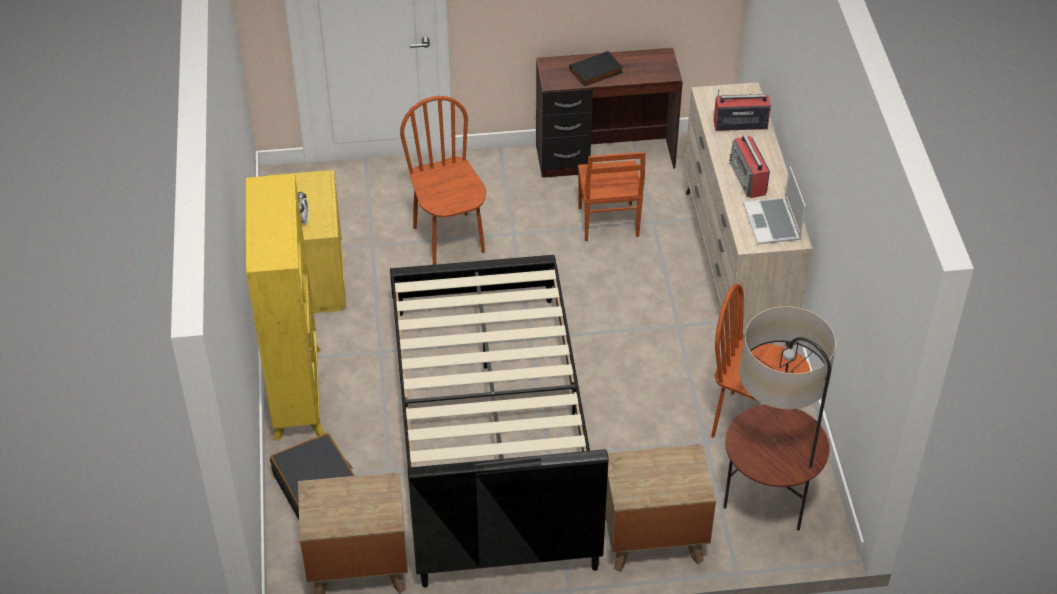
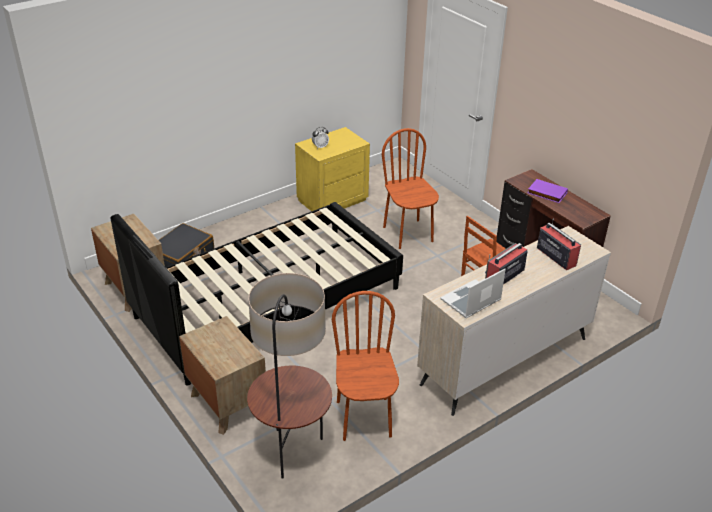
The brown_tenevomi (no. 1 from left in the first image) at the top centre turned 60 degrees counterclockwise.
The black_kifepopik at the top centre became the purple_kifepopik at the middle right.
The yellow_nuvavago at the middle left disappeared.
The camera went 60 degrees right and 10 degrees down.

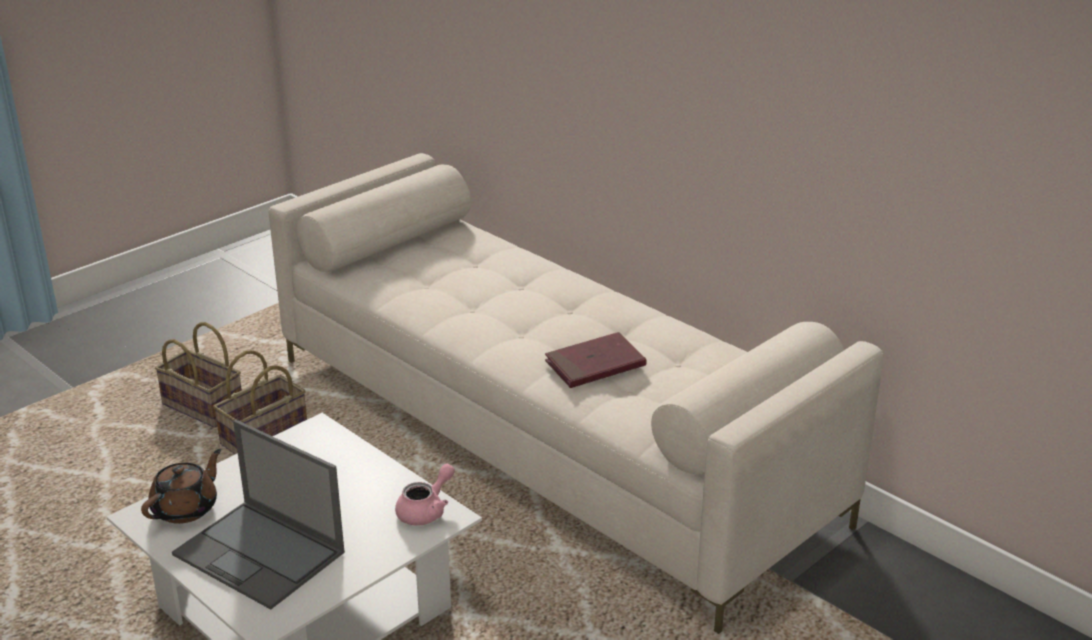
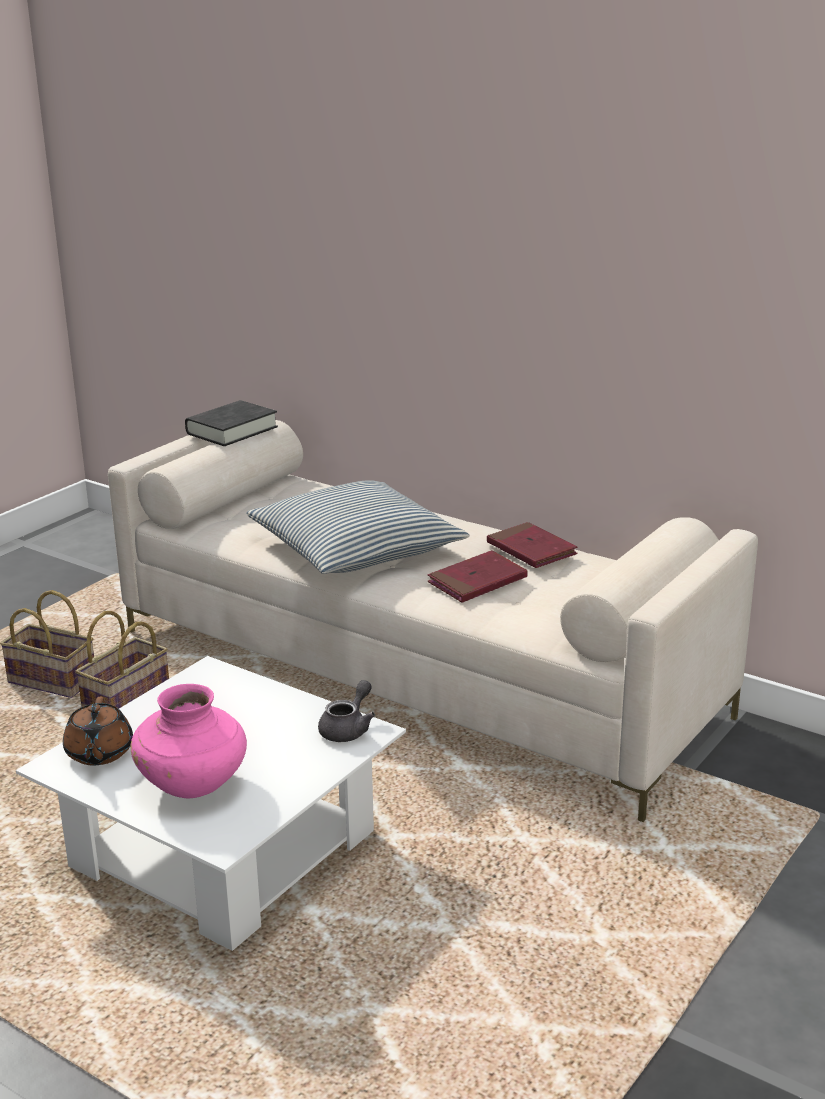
The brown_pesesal at the bottom left turned 150 degrees clockwise.
The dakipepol at the bottom left was replaced by the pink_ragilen at the bottom left.
The black_kifepopik at the middle left appeared.
The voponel at the centre appeared.
The pink_pesesal at the bottom centre became the grey_pesesal at the centre.
The red_kifepopik (no. 2 from left) at the centre appeared.
The camera went 10 degrees left and 5 degrees down.

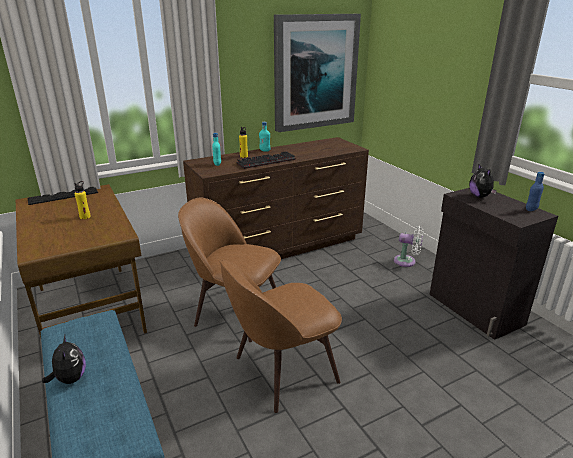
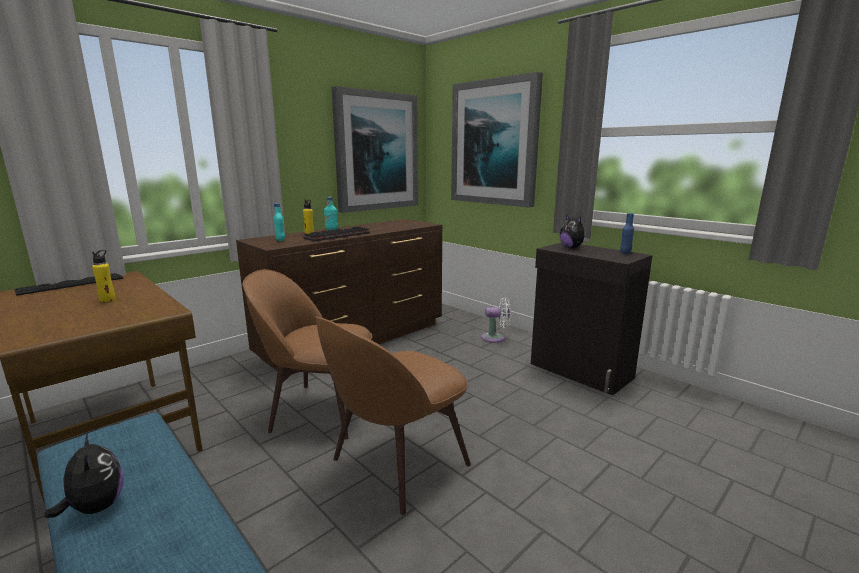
The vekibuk (no. 2 from left) at the top centre appeared.
The camera went 15 degrees left and 10 degrees down.

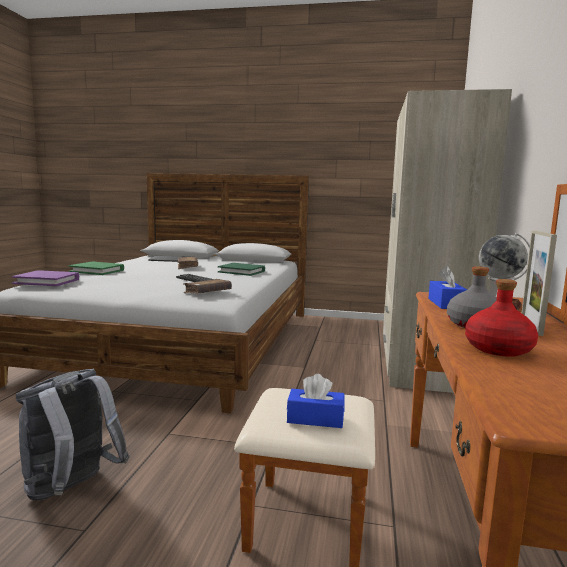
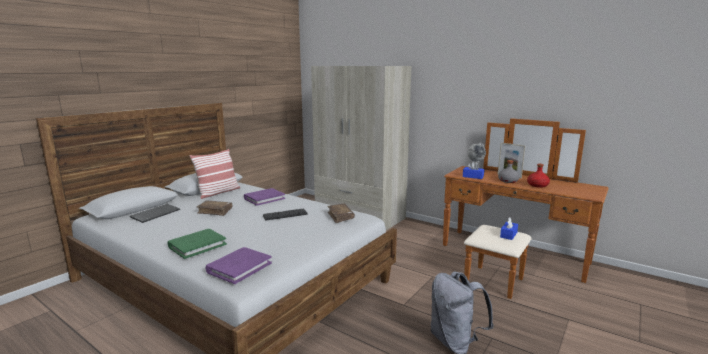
The voponel at the middle left appeared.
The green_kifepopik (no. 2 from left) at the centre became the purple_kifepopik (no. 2 from left) at the centre.
The camera went 65 degrees left and 5 degrees up.

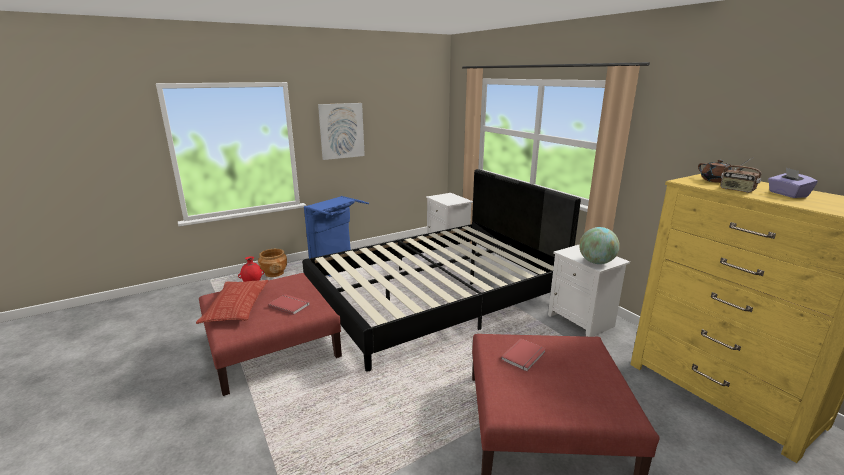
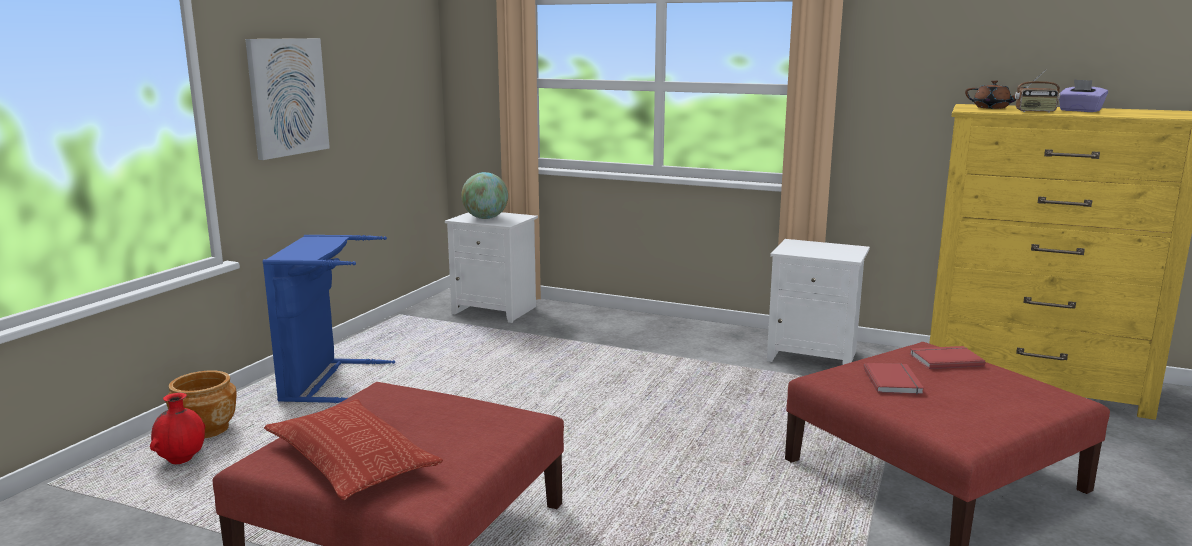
The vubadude moved from the middle right to the centre.
The red_kifepopik (no. 1 from left in the first image) moved from the centre to the middle right.
The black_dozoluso at the centre disappeared.
The camera went 35 degrees left and 5 degrees down.

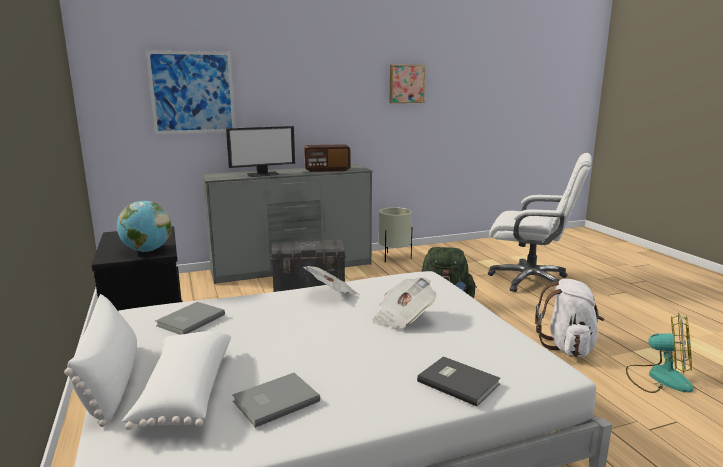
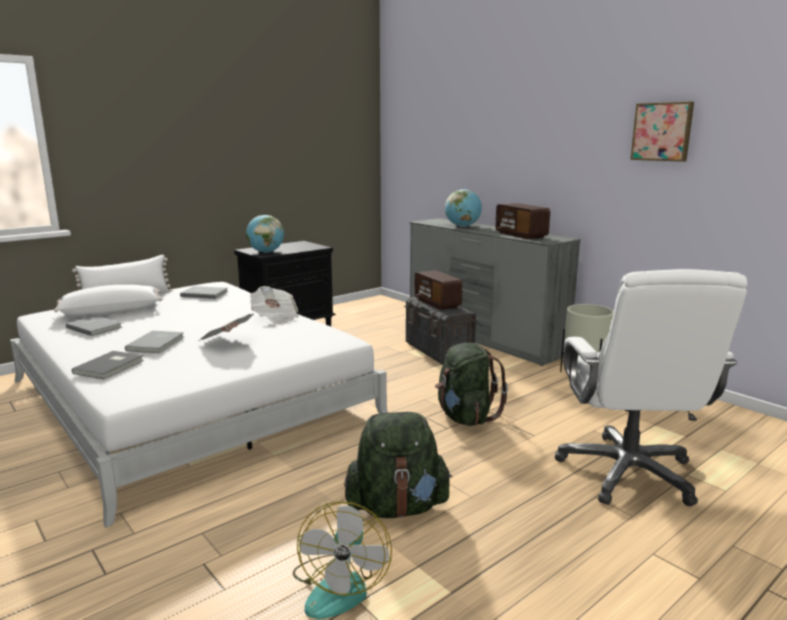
The grey_kifepopik (no. 3 from left) at the middle left appeared.
The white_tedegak at the bottom right became the green_tedegak (no. 1 from left) at the bottom centre.
The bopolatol (no. 1 from left) at the centre appeared.
The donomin at the top centre was replaced by the vubadude (no. 2 from left) at the centre.
The vekibuk (no. 1 from left) at the top left disappeared.
The camera went 70 degrees right and 0 degrees up.

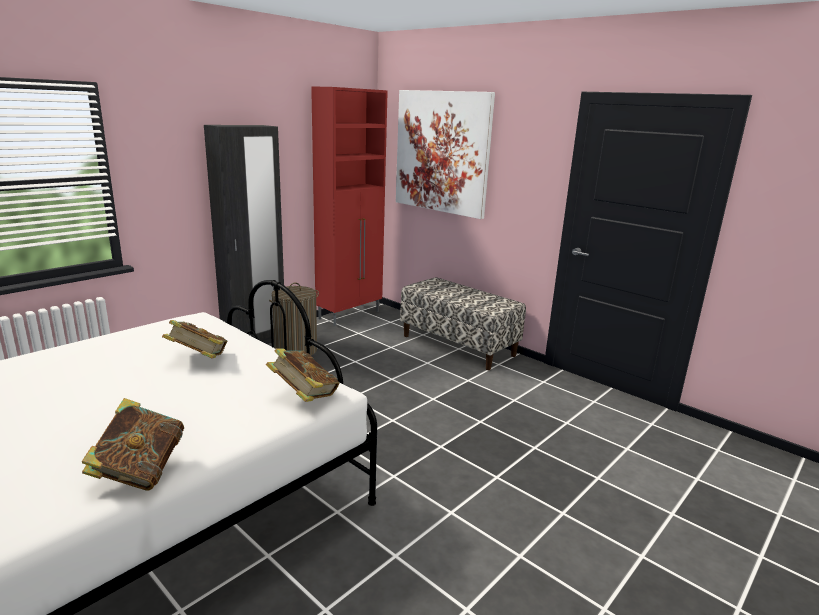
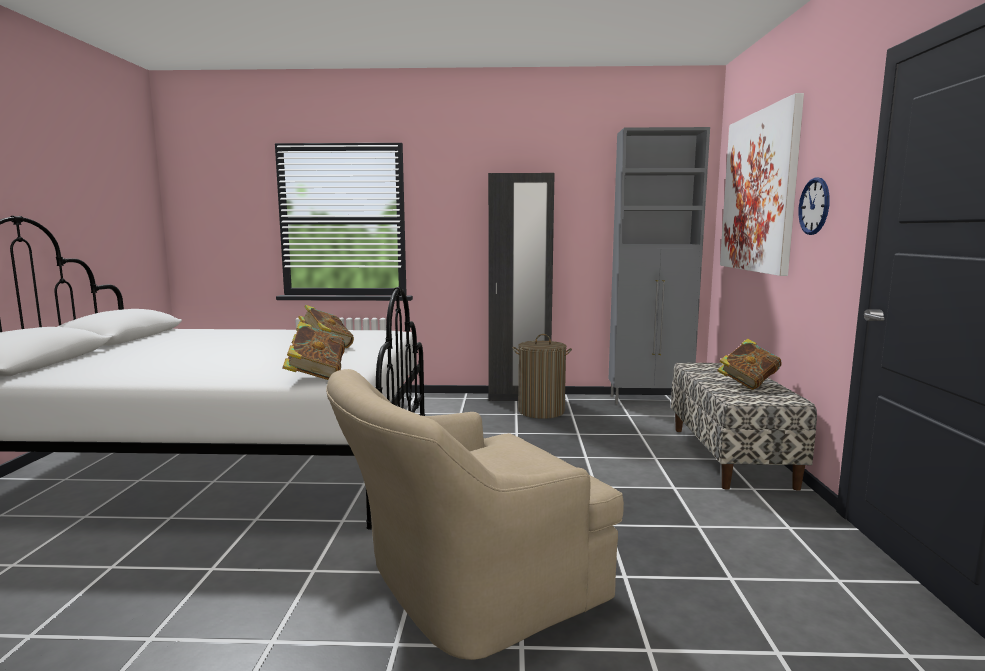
The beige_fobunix at the bottom centre appeared.
The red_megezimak at the centre became the grey_megezimak at the middle right.
The kifepopik (no. 1 from left in the first image) moved from the bottom left to the middle right.
The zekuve at the top right appeared.
The camera went 50 degrees right and 10 degrees down.

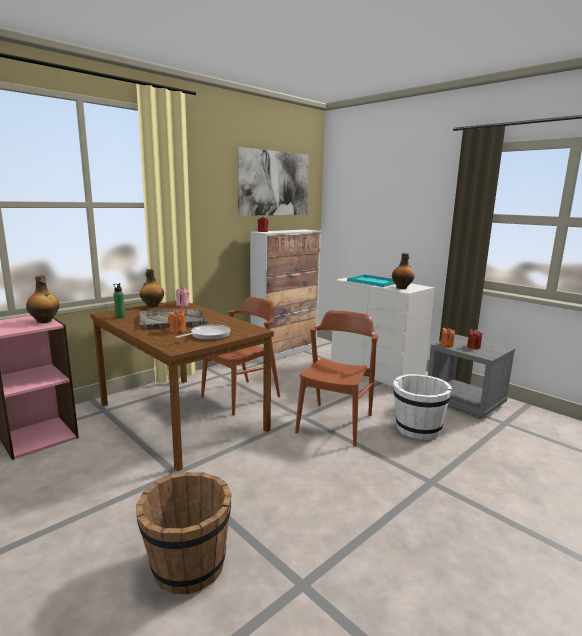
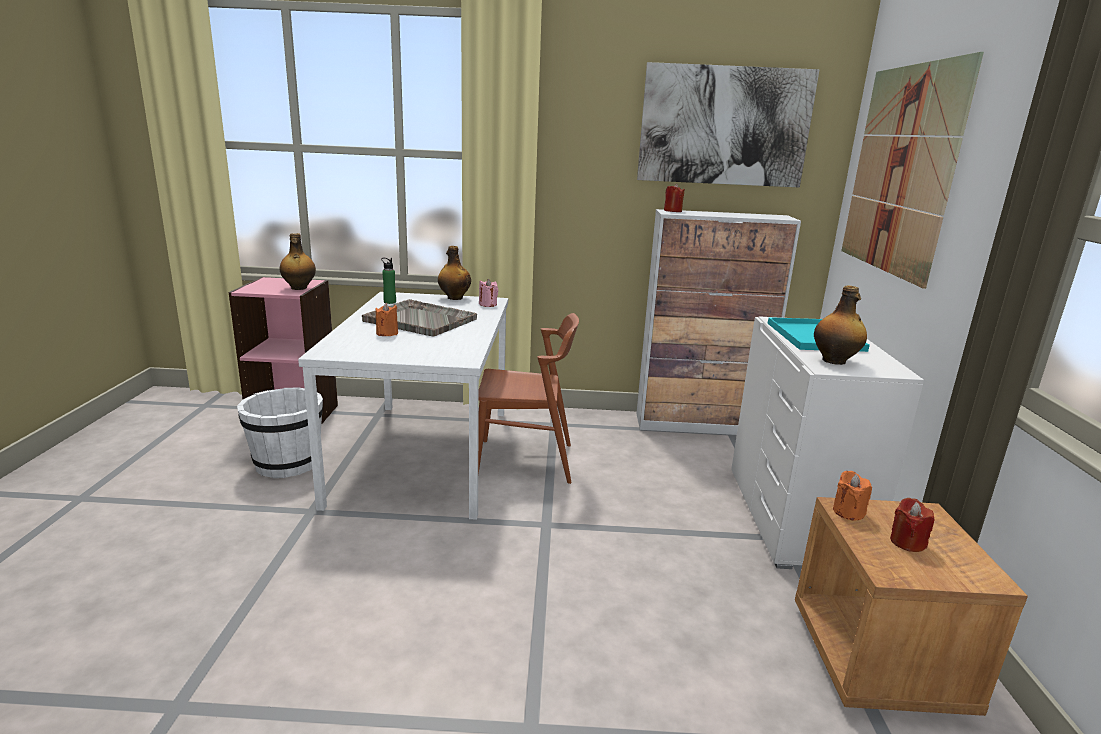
The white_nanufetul moved from the middle right to the middle left.
The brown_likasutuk at the middle left became the white_likasutuk at the centre.
The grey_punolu at the middle right became the brown_punolu at the bottom right.
The vekibuk (no. 2 from left) at the top right appeared.
The brown_nanufetul at the bottom left disappeared.
The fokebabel at the centre disappeared.
The brown_tenevomi (no. 2 from left) at the centre disappeared.
The camera went 45 degrees right and 5 degrees up.

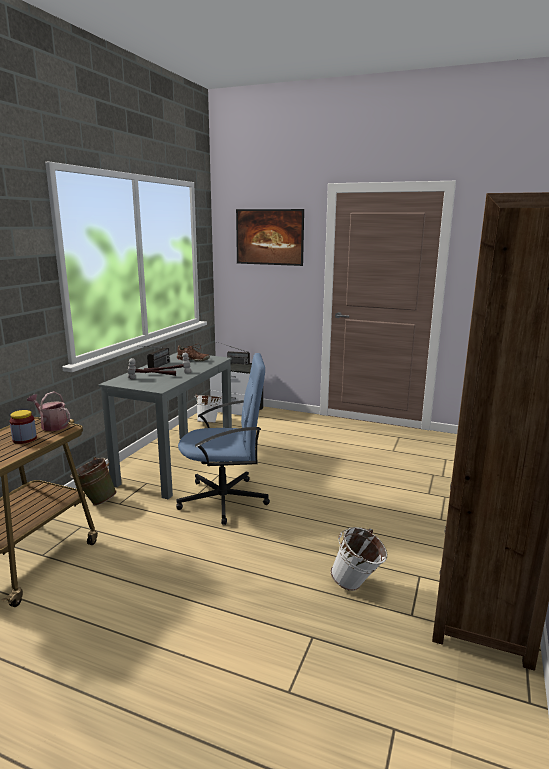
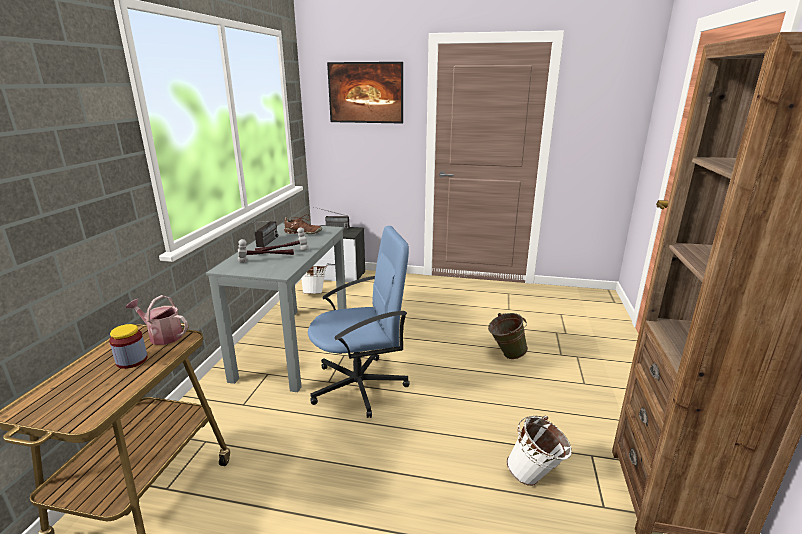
The green_nanufetul moved from the middle left to the centre.
The camera went 10 degrees left and 5 degrees up.

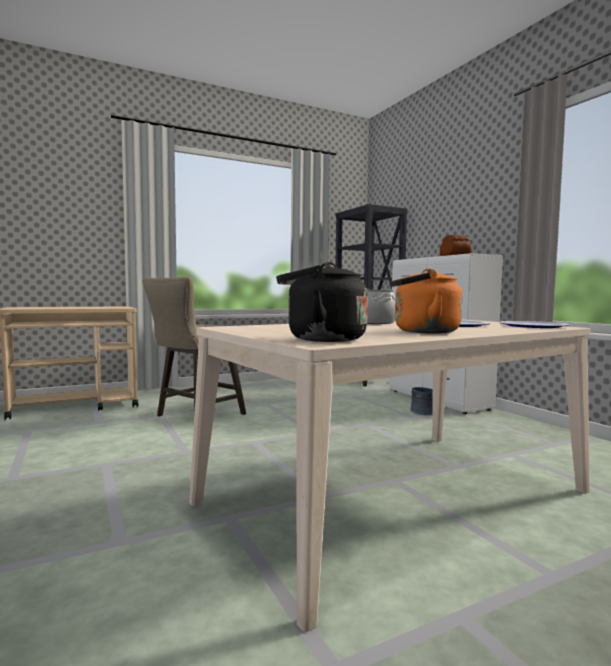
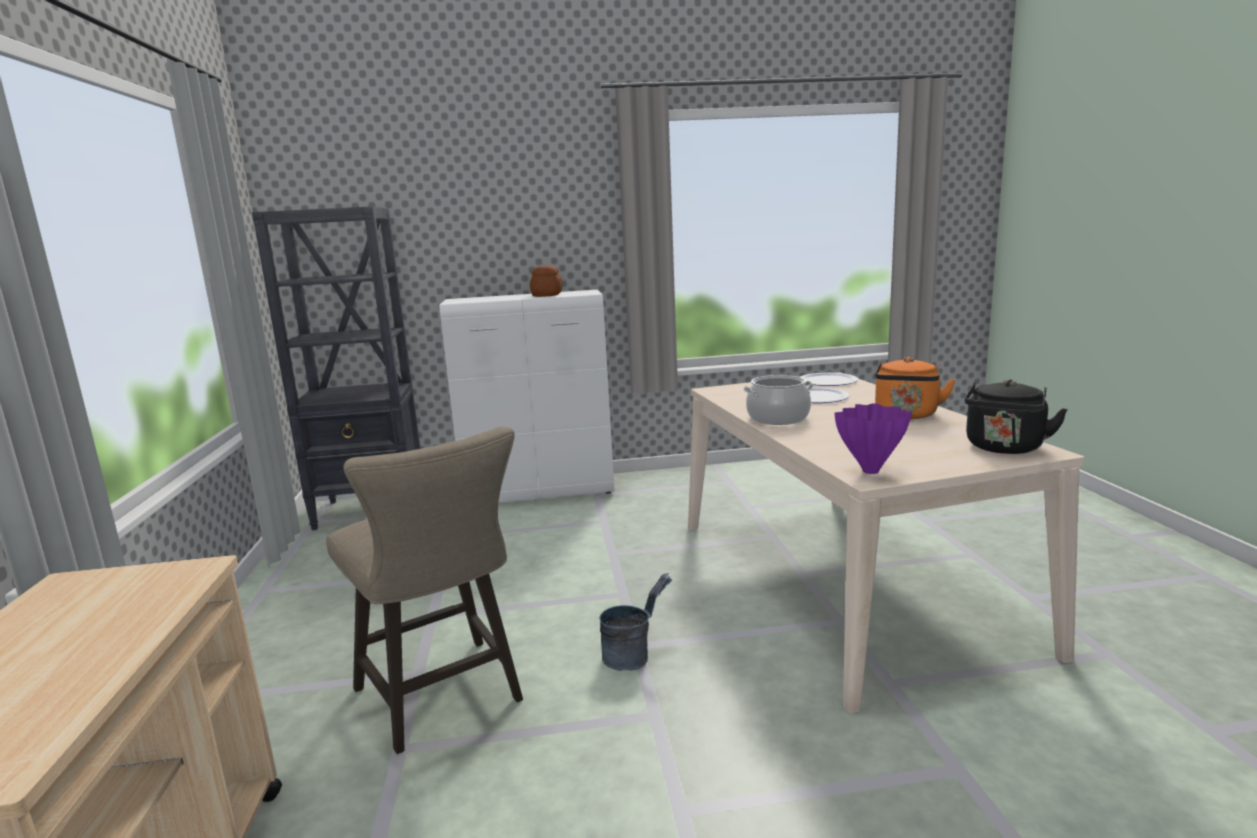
The grey_nanufetul moved from the middle right to the bottom centre.
The purple_ragilen at the middle right appeared.
The camera went 70 degrees left and 10 degrees up.

